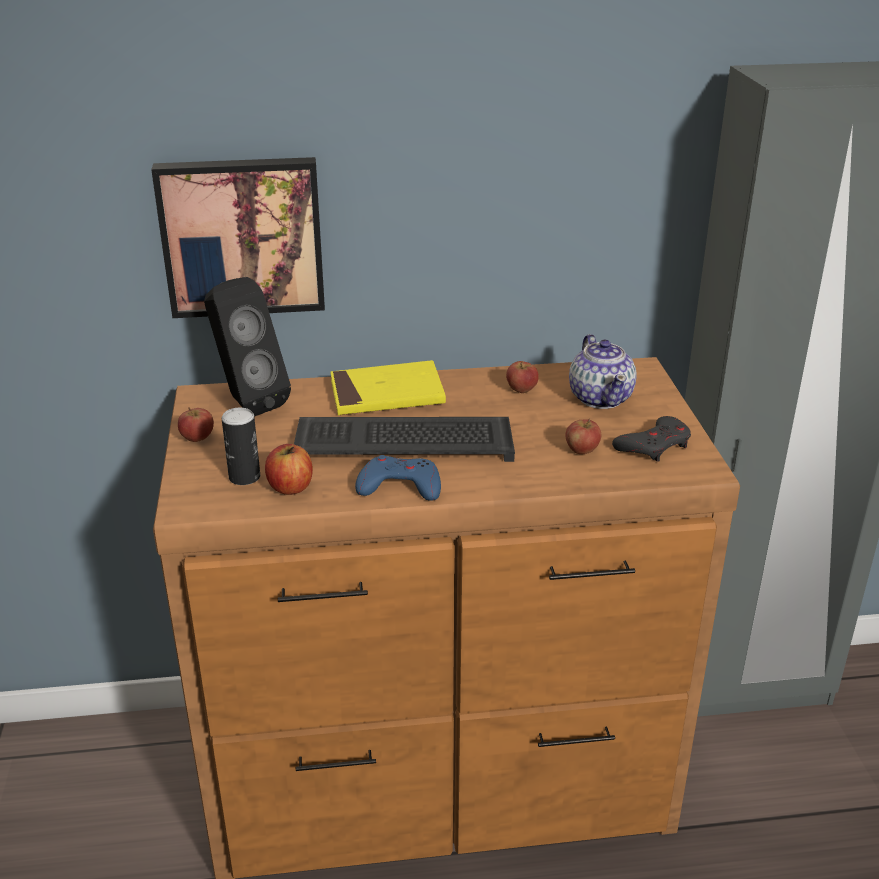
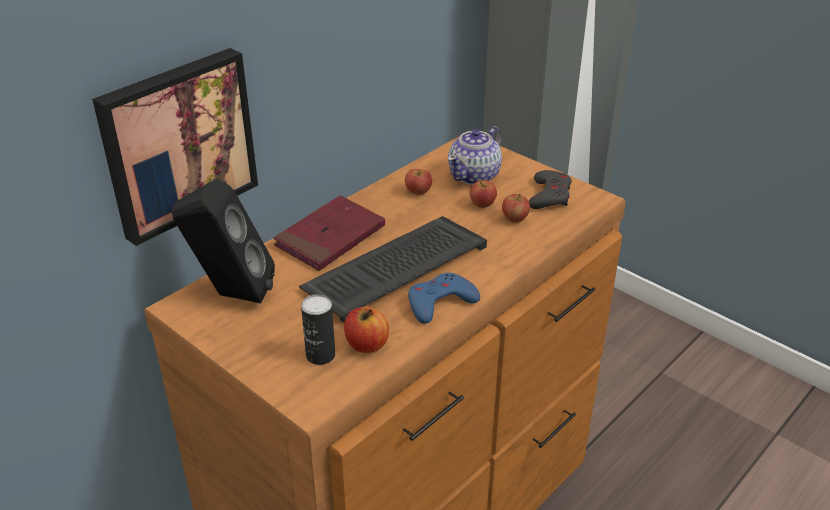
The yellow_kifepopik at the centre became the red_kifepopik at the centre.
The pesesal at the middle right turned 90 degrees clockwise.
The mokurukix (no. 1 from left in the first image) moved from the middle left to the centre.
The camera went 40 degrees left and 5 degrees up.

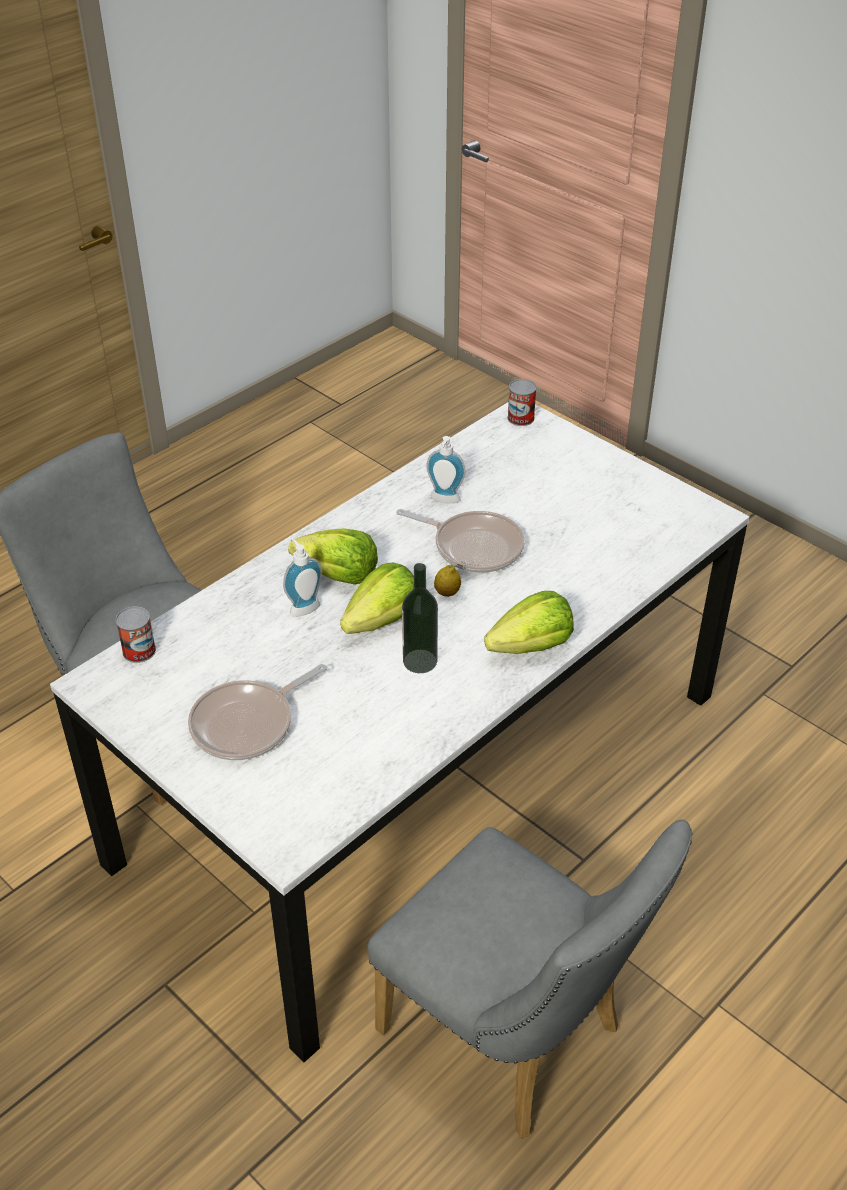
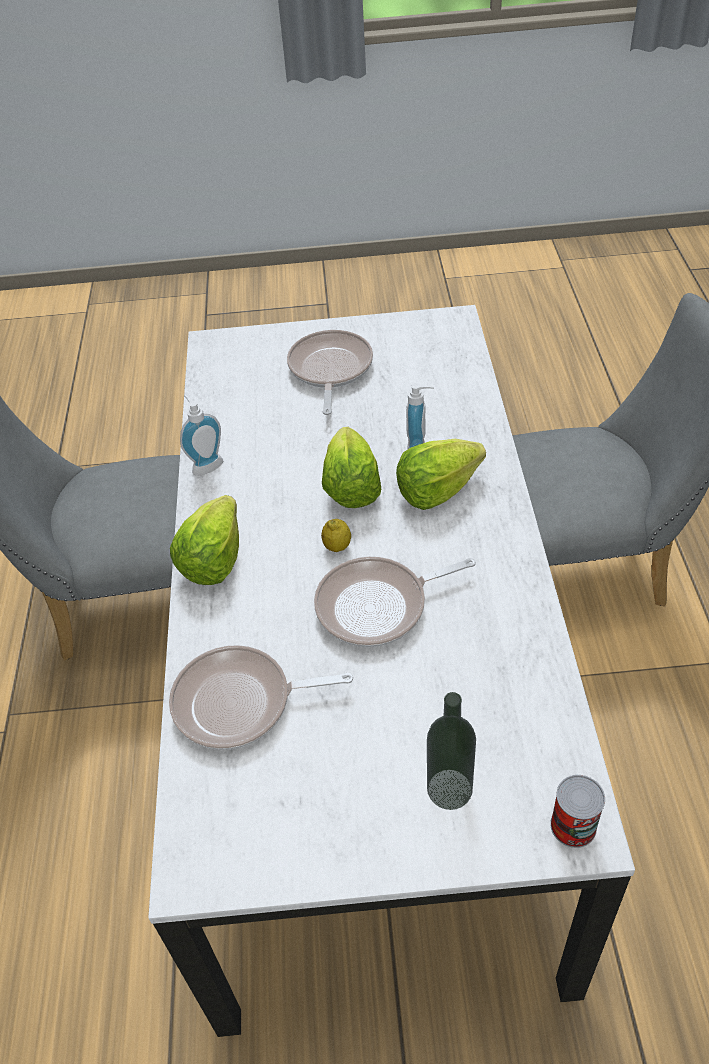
The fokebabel (no. 1 from left) at the centre appeared.
The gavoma (no. 2 from left in the first image) moved from the centre to the middle left.
The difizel moved from the centre to the bottom centre.
The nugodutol (no. 1 from left) at the middle left disappeared.
The camera went 135 degrees right and 5 degrees up.

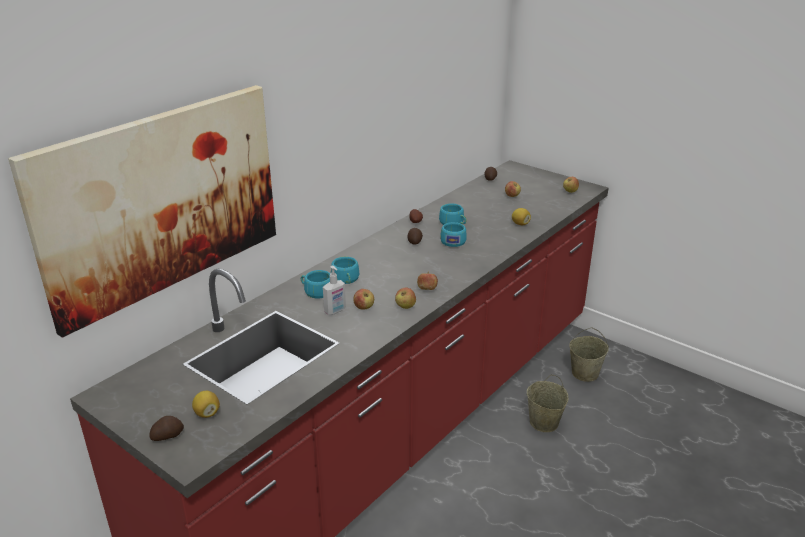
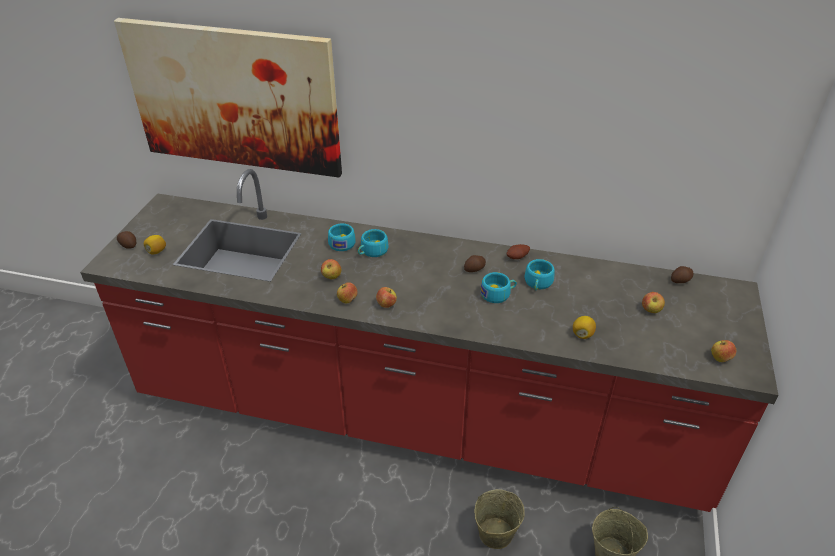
The gavoma at the centre disappeared.
The camera went 65 degrees right and 10 degrees up.

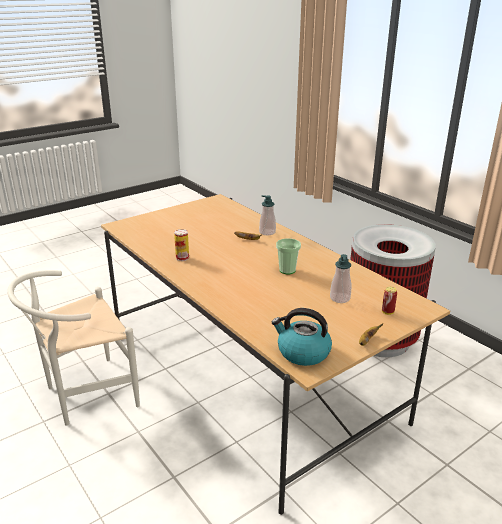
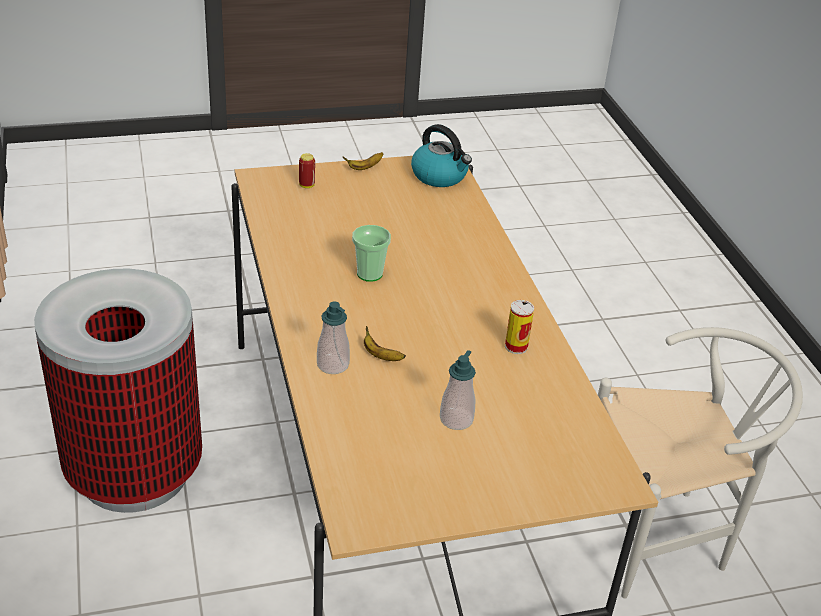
The gavoma (no. 2 from left) moved from the middle right to the centre.
The camera went 160 degrees left and 10 degrees up.

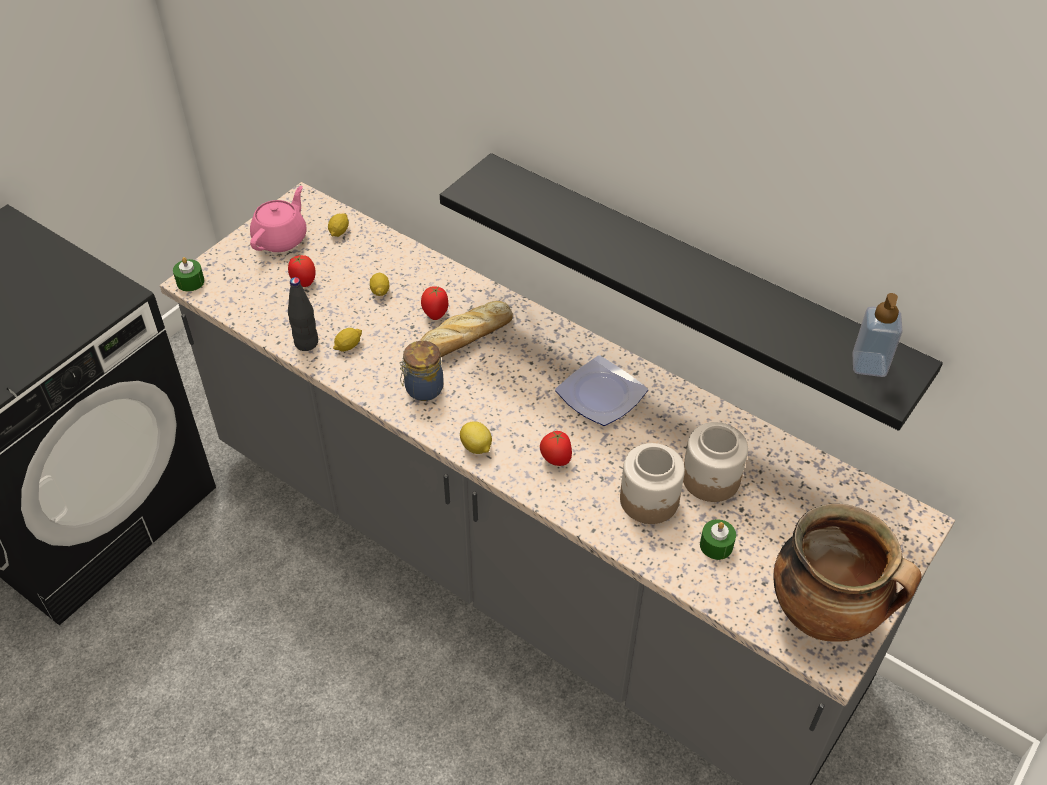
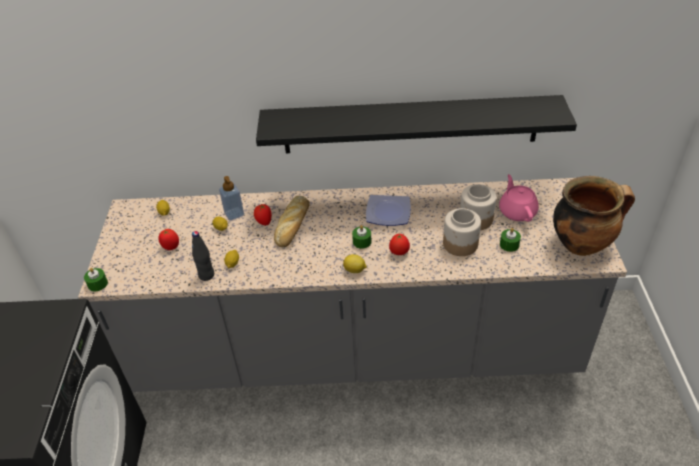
The gavoma moved from the middle right to the middle left.
The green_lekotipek (no. 2 from left) at the centre appeared.
The pink_pesesal moved from the top left to the middle right.
The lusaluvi (no. 1 from left) at the centre disappeared.
The camera went 35 degrees left and 5 degrees down.

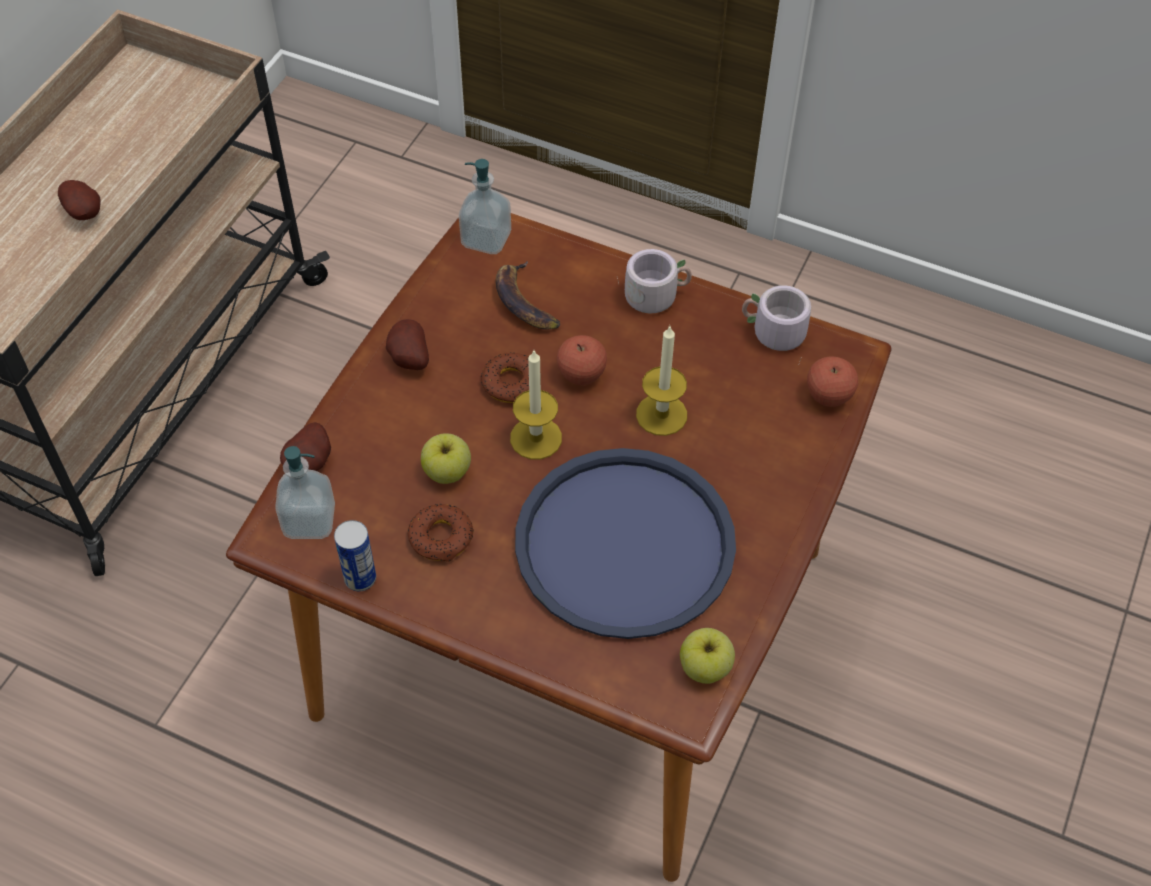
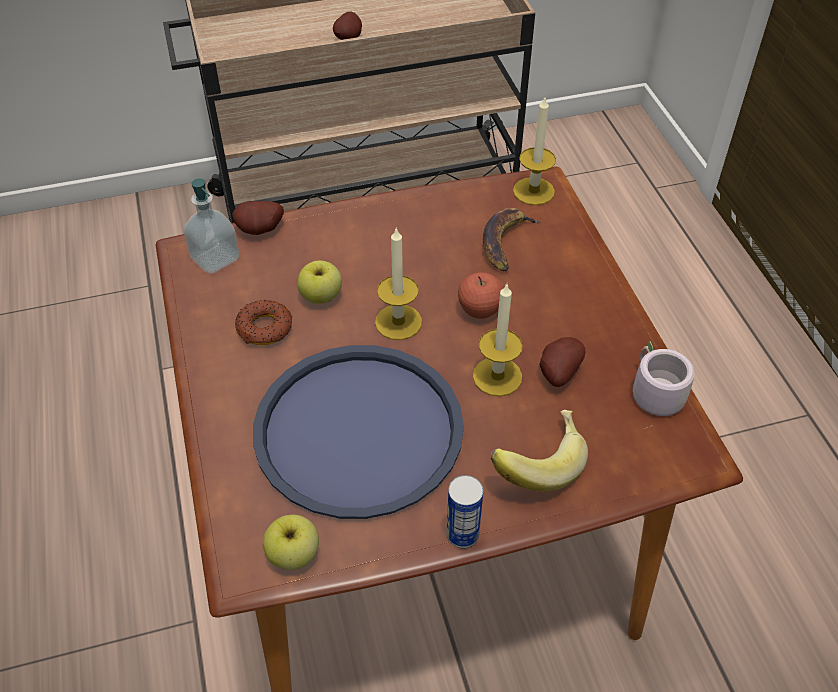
The nugodutol moved from the middle left to the bottom centre.
The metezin (no. 2 from left) at the centre appeared.
The gavoma (no. 2 from left) at the top centre was replaced by the lekotipek (no. 3 from left) at the top centre.
The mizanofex (no. 3 from left) moved from the centre to the middle right.
The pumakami (no. 2 from left) at the centre disappeared.
The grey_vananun (no. 1 from left) at the top centre disappeared.
The mokurukix (no. 4 from left) at the middle right disappeared.
The camera went 50 degrees right and 5 degrees down.

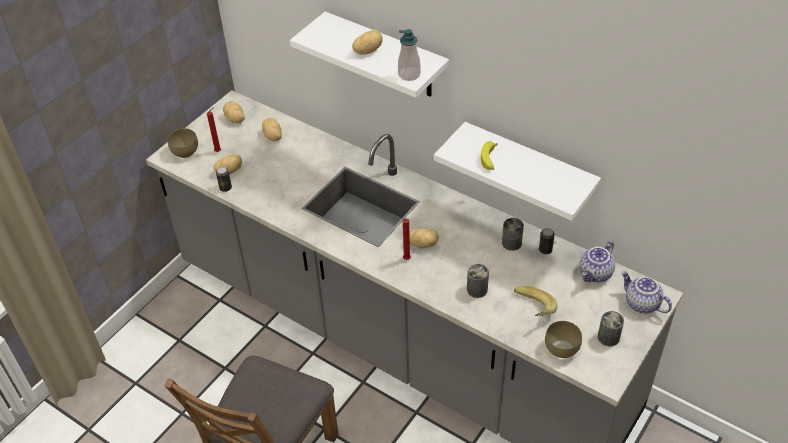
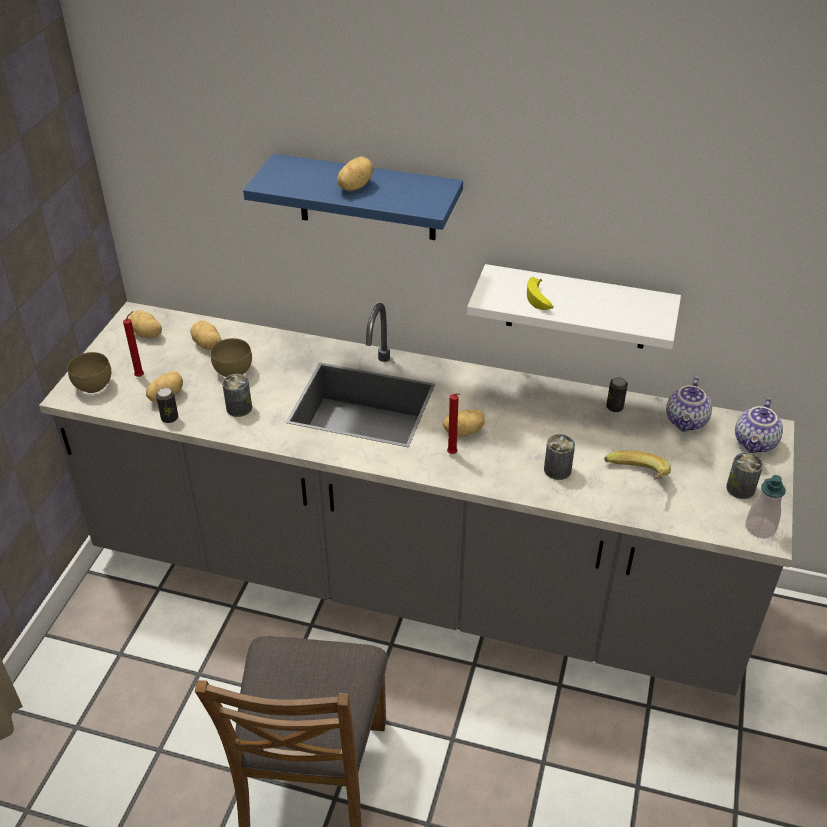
The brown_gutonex (no. 2 from left) moved from the bottom right to the middle left.
The nugodutol (no. 3 from left in the first image) moved from the centre to the middle left.
The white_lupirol (no. 1 from left) at the top centre became the blue_lupirol at the top centre.
The pesesal (no. 2 from left) at the middle right turned 90 degrees counterclockwise.
The gavoma moved from the top centre to the middle right.
The camera went 20 degrees left and 5 degrees down.

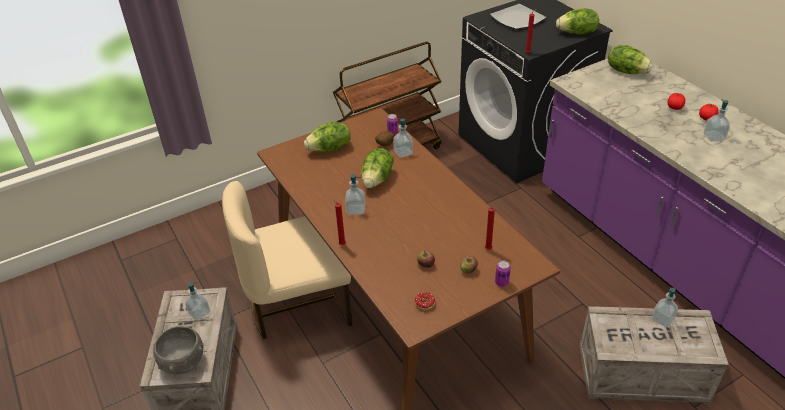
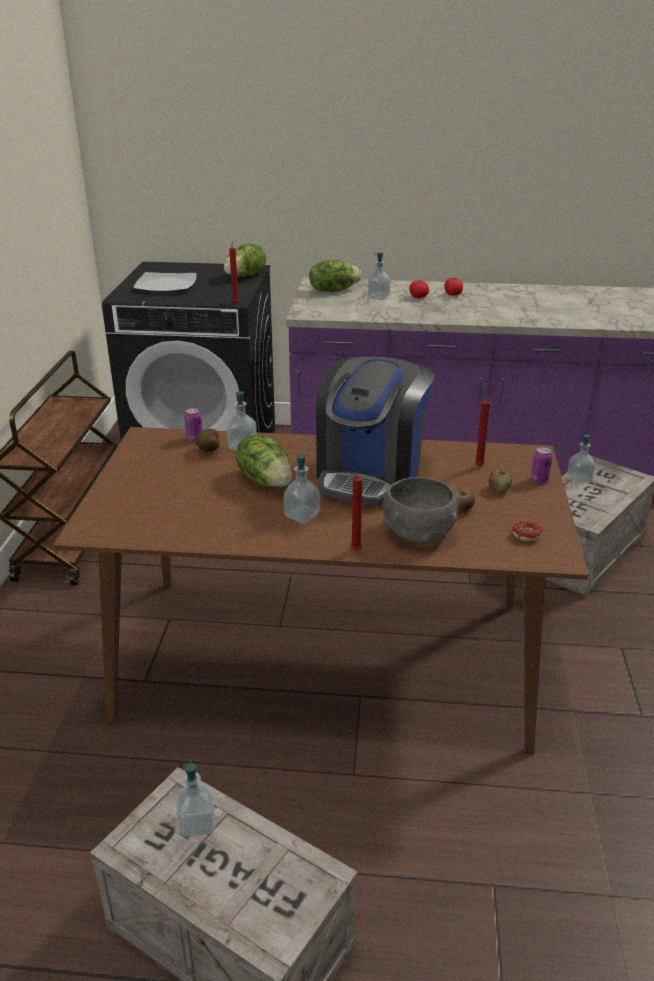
The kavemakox at the centre appeared.
The gavoma (no. 5 from left in the first image) moved from the top right to the top centre.
The grey_gutonex moved from the bottom left to the centre.
The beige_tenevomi at the centre disappeared.
The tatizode (no. 1 from left) at the centre disappeared.
The camera went 55 degrees left and 10 degrees down.

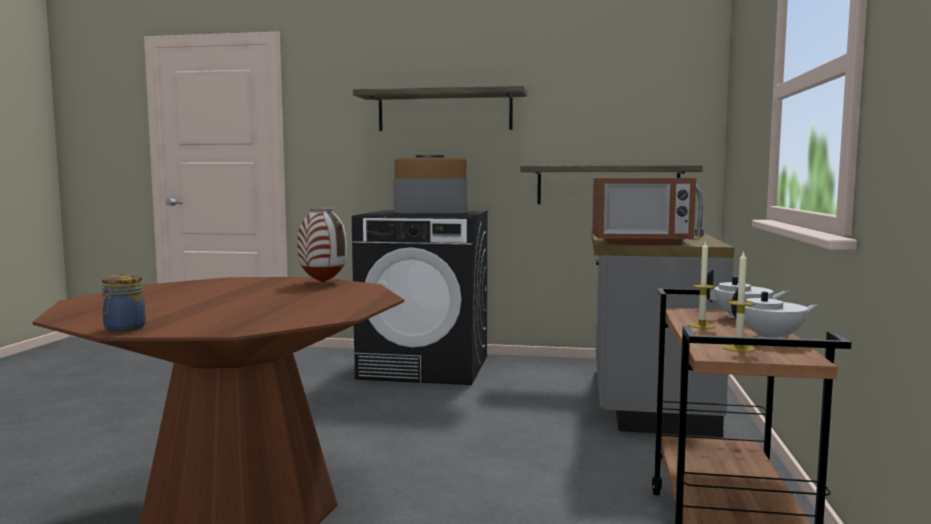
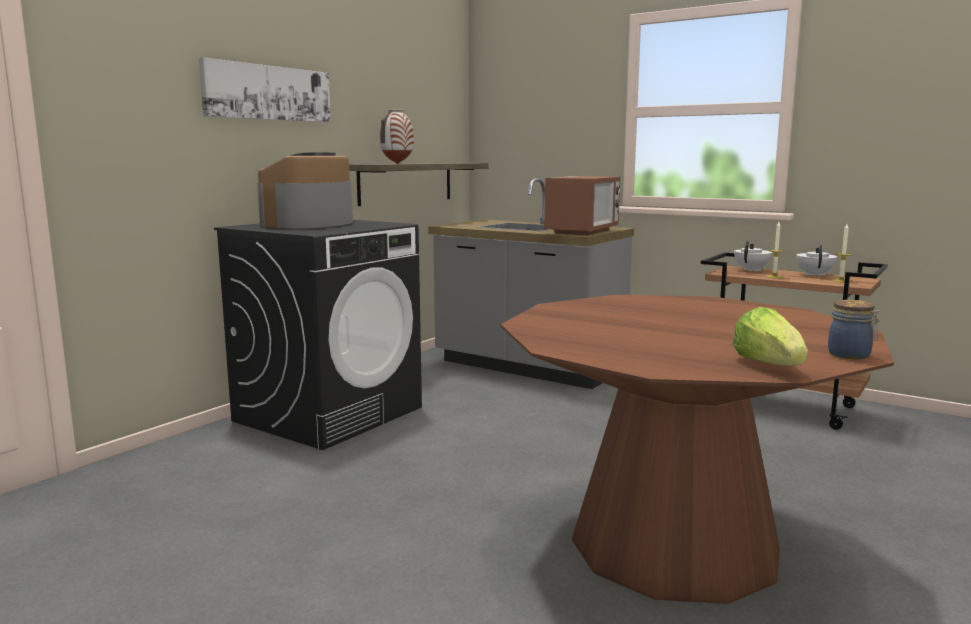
The lupirol (no. 1 from left) at the top centre was replaced by the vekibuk at the top left.
The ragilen moved from the centre to the top centre.
The tatizode at the middle right appeared.
The camera went 65 degrees left and 5 degrees up.

